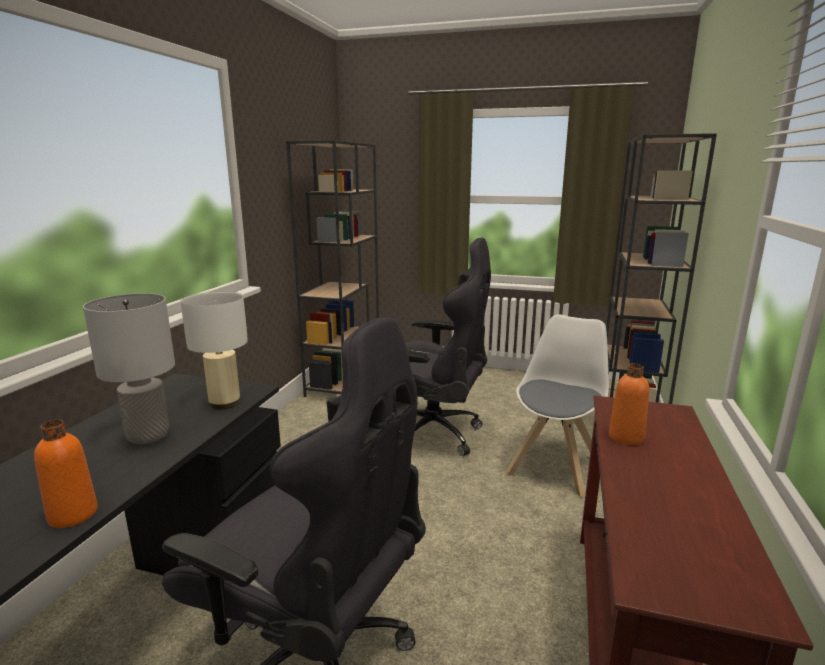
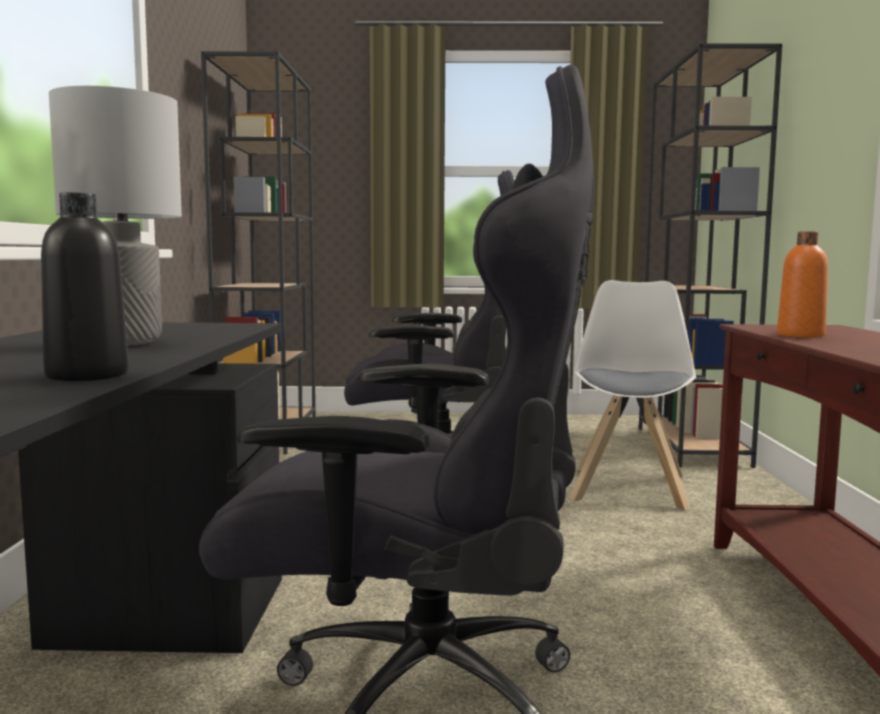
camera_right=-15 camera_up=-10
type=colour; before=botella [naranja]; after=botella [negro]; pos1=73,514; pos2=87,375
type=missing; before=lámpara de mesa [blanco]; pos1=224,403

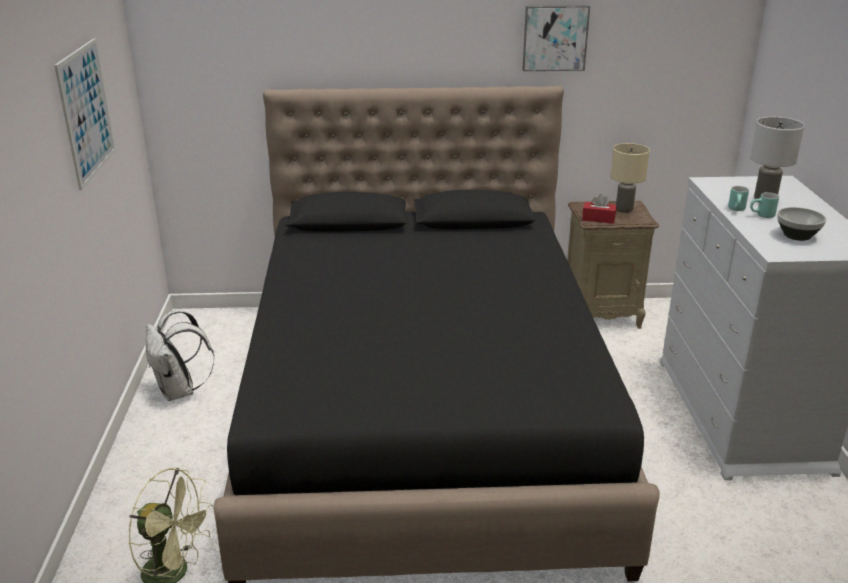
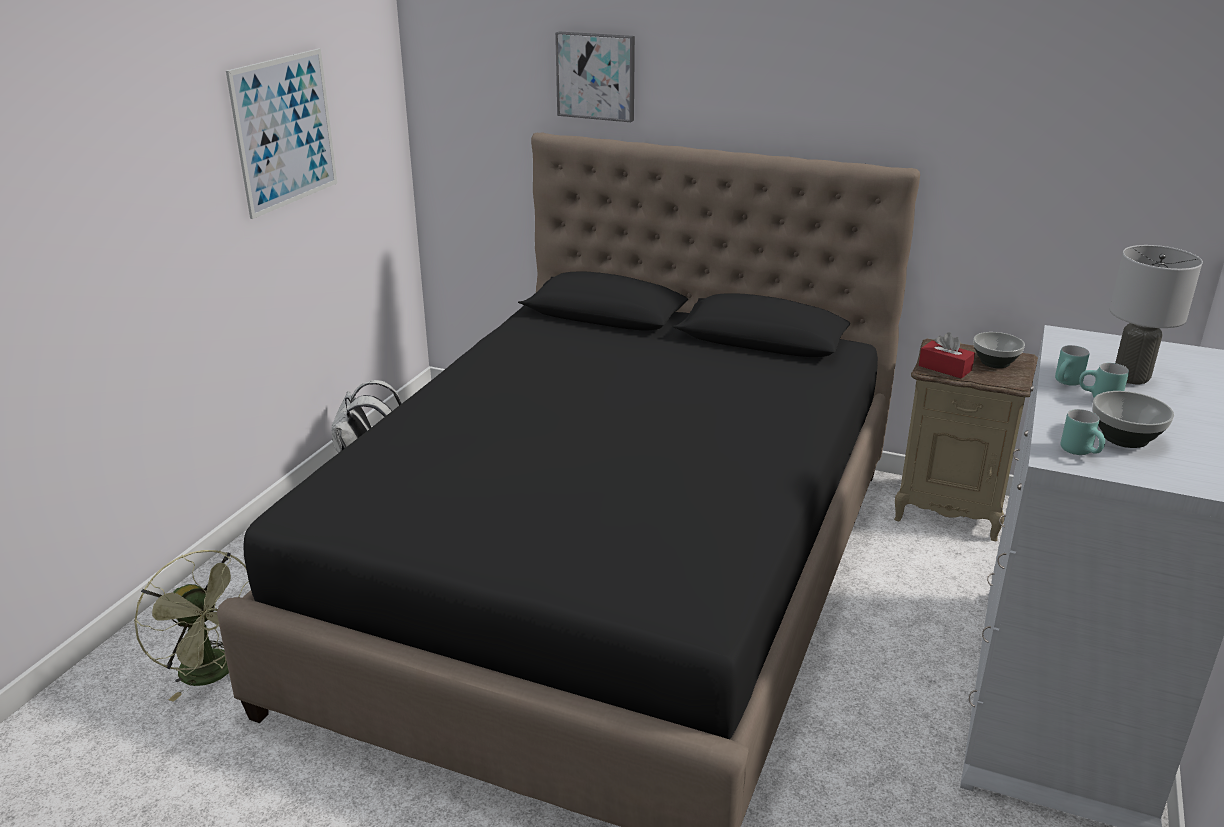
camera_right=25 camera_up=0
type=relocated; before=cuadro; pos1=555,38; pos2=596,76
type=exchanged; before=lámpara de mesa [beis]; after=cuenco; pos1=623,210; pos2=994,362
type=appeared; after=taza grande [turquesa]; pos2=1082,452

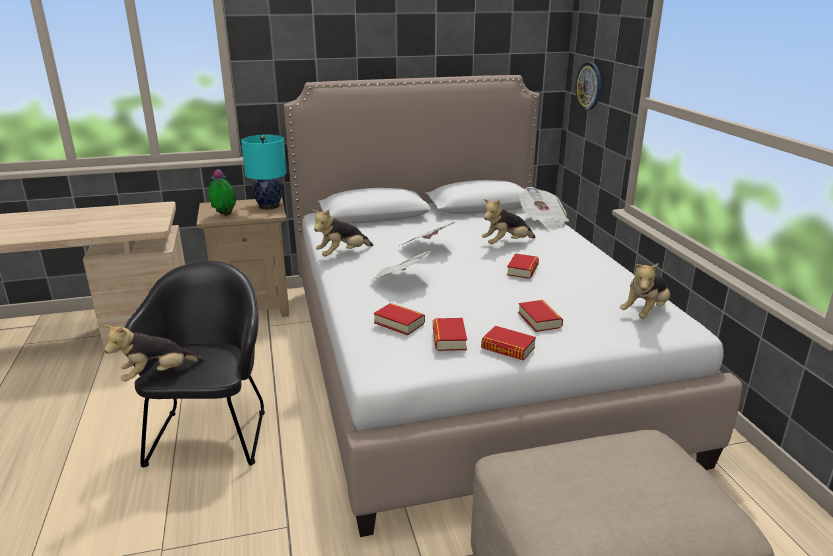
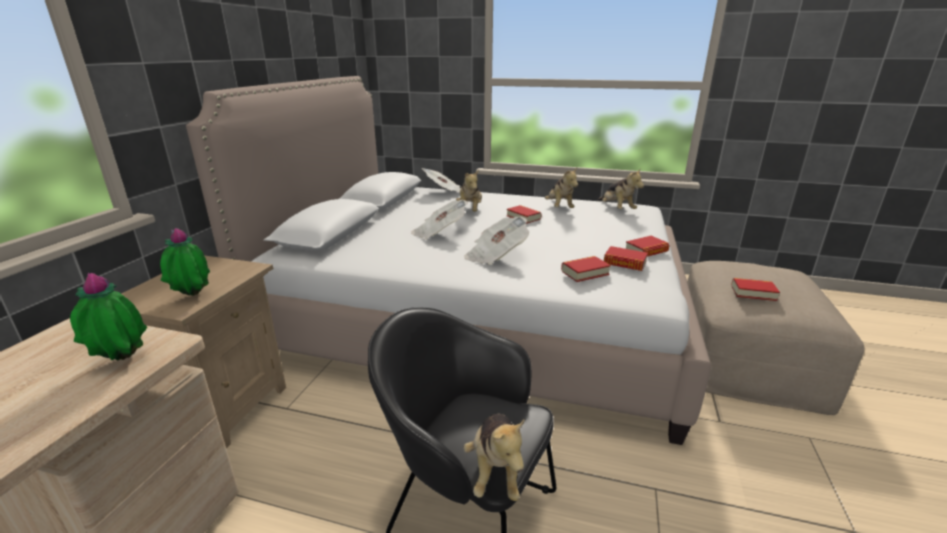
camera_right=-60 camera_up=0
type=missing; before=lámpara de mesa [turquesa]; pos1=269,206
type=relocated; before=peluche; pos1=342,254; pos2=559,207
type=relocated; before=libro; pos1=539,320; pos2=753,293
type=missing; before=reloj de pared; pos1=589,86
type=appeared; after=planta en maceta; pos2=122,362

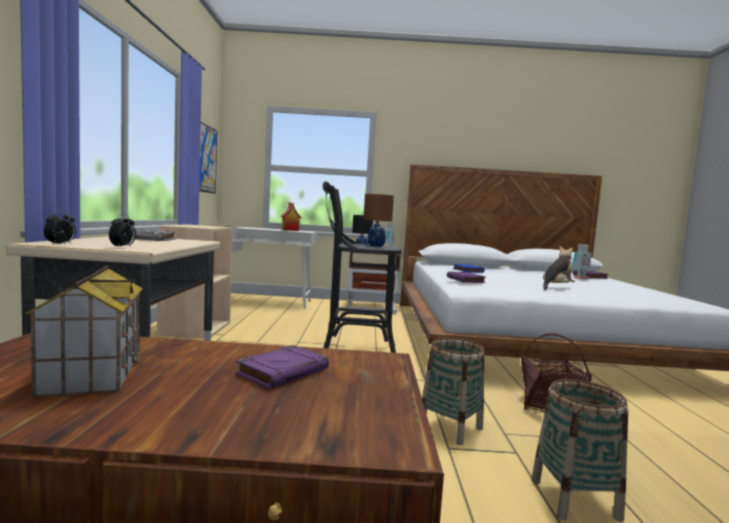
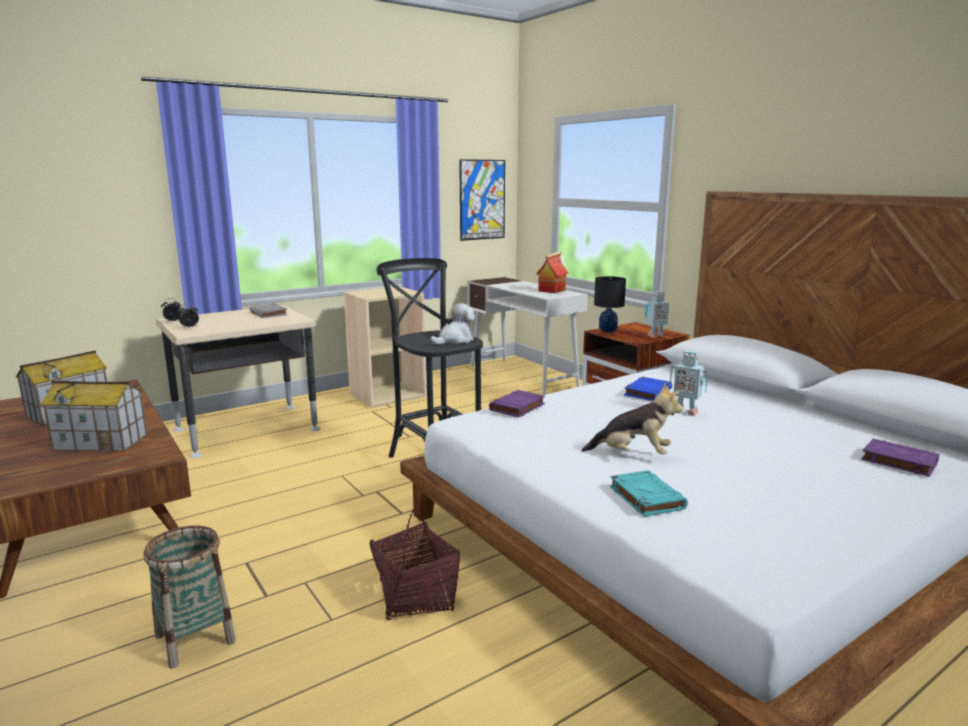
camera_right=55 camera_up=10
type=exchanged; before=libro [morado]; after=casita; pos1=283,372; pos2=102,442
type=exchanged; before=lámpara de mesa [marrón]; after=peluche; pos1=375,246; pos2=455,340
type=missing; before=cesta; pos1=450,428
type=relocated; before=robot de juguete; pos1=579,278; pos2=685,411
type=appeared; after=libro [turquesa]; pos2=645,497

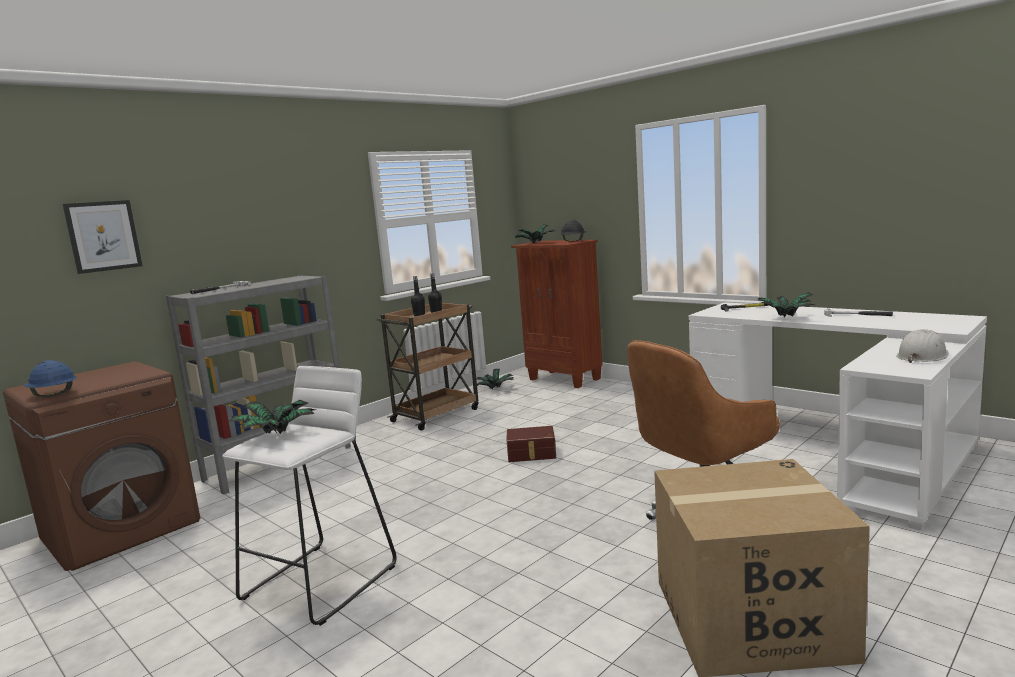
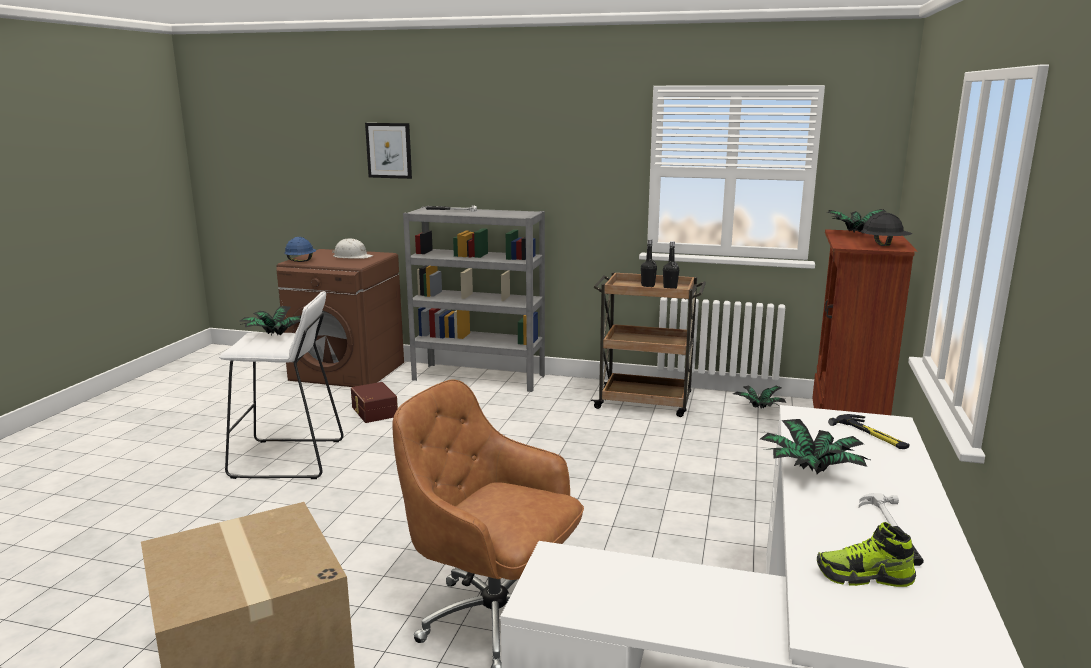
camera_right=60 camera_up=5
type=relocated; before=caja de almacenaje [marrón]; pos1=532,454; pos2=373,412
type=relocated; before=casco [blanco]; pos1=922,356; pos2=352,257
type=appeared; after=zapato; pos2=864,577

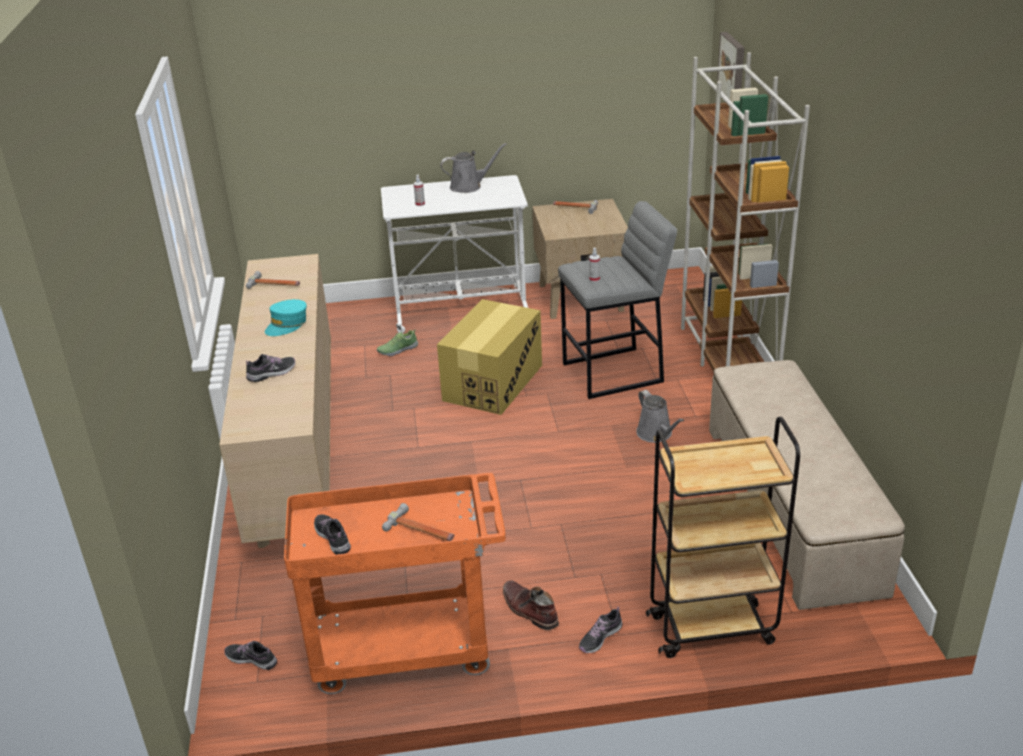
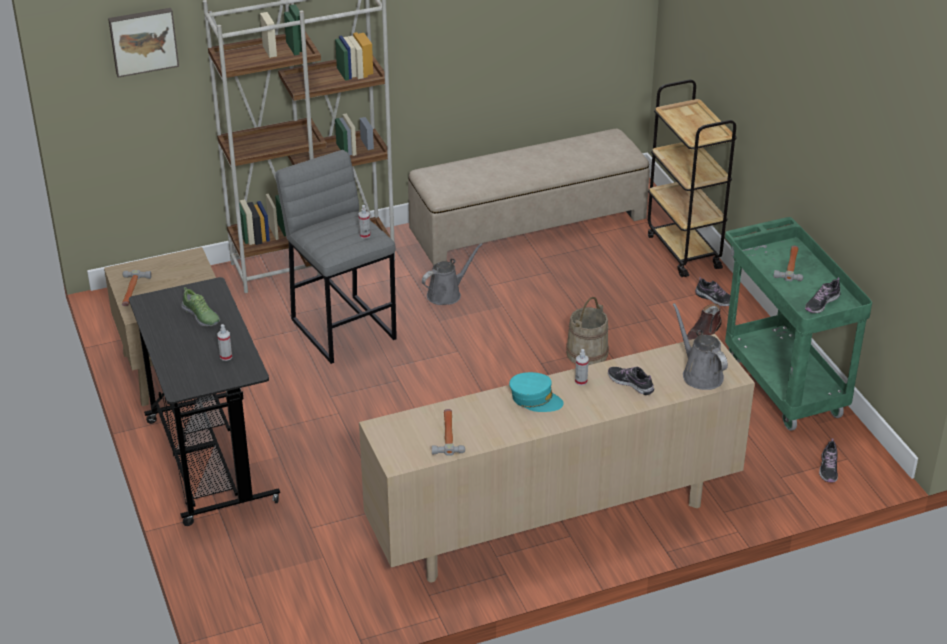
camera_right=-105 camera_up=5
type=colour; before=carrito [naranja]; after=carrito [verde]; pos1=411,657; pos2=780,384
type=relocated; before=zapato; pos1=397,350; pos2=201,316
type=colour; before=escritorio [blanco]; after=escritorio [negro]; pos1=461,309; pos2=211,461
type=missing; before=caja de cartón; pos1=493,382
type=relocated; before=regadera [gris]; pos1=469,186; pos2=700,374
type=appeared; after=cubo [beis]; pos2=587,353
type=appeared; after=pulverizador; pos2=581,381

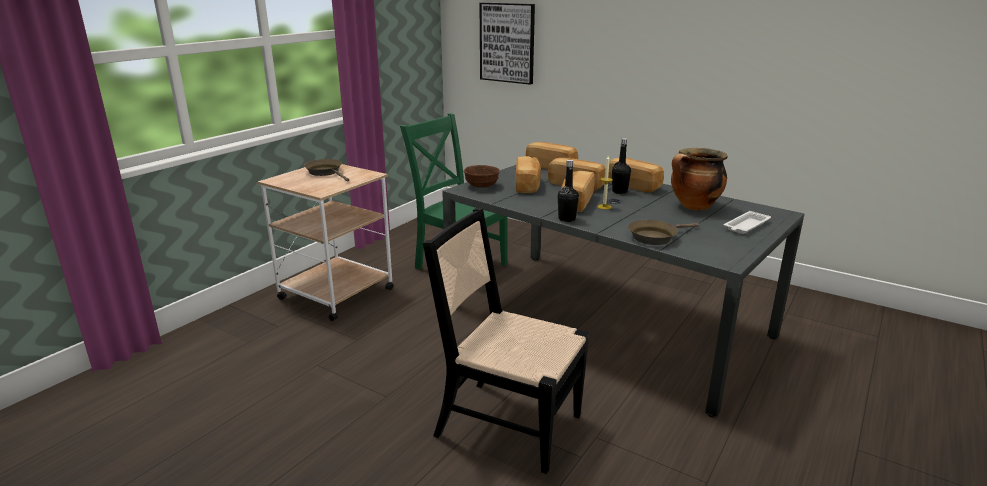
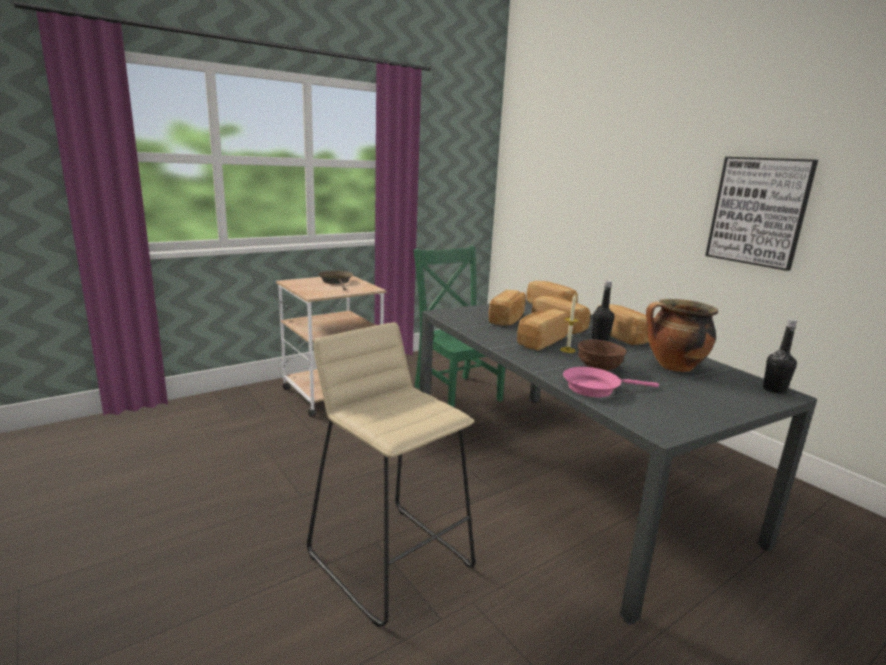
camera_right=20 camera_up=-5
type=exchanged; before=silla; after=taburete [beis]; pos1=508,425; pos2=390,559
type=relocated; before=cuenco [marrón]; pos1=481,186; pos2=598,368
type=relocated; before=cuadro; pos1=507,43; pos2=758,211
type=relocated; before=botella [negro]; pos1=567,219; pos2=774,390
type=colour; before=sartén [marrón]; after=sartén [rosa]; pos1=655,237; pos2=595,388
type=missing; before=bandeja [blanco]; pos1=746,226

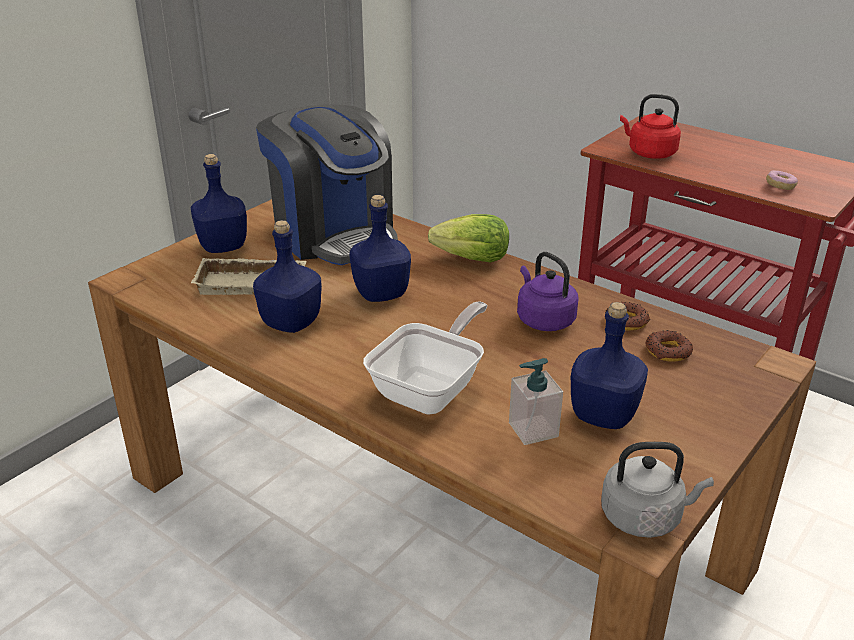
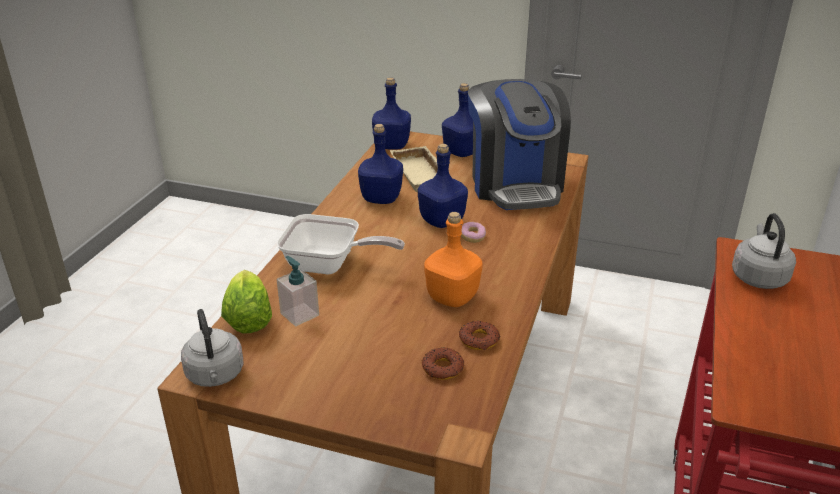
camera_right=70 camera_up=0
type=spun; before=cafetera; pos1=334,234; pos2=515,184; turn=-45
type=relocated; before=lechuga; pos1=473,259; pos2=248,320
type=exchanged; before=hervidor [morado]; after=botella [naranja]; pos1=543,319; pos2=453,297
type=relocated; before=botella [azul]; pos1=602,415; pos2=392,145
type=colour; before=hervidor [rojo]; after=hervidor [gris]; pos1=649,153; pos2=758,276
type=relocated; before=rosquilla; pos1=780,186; pos2=472,237

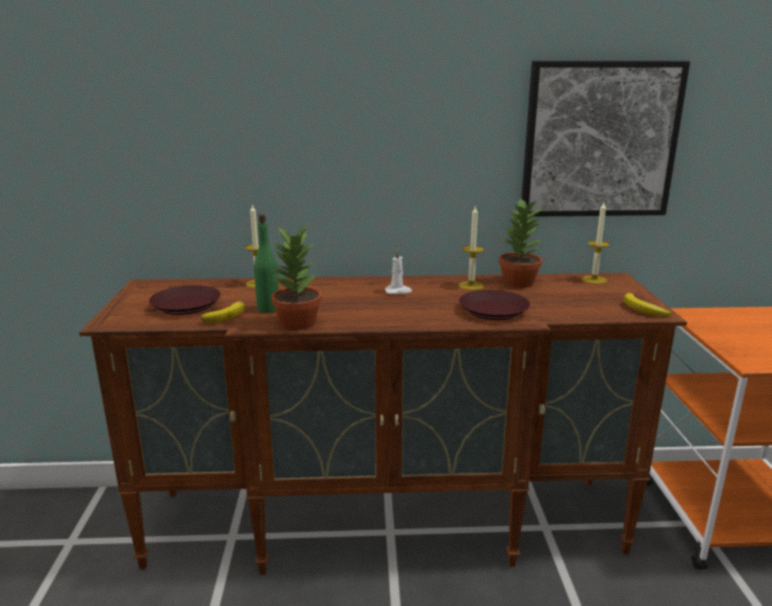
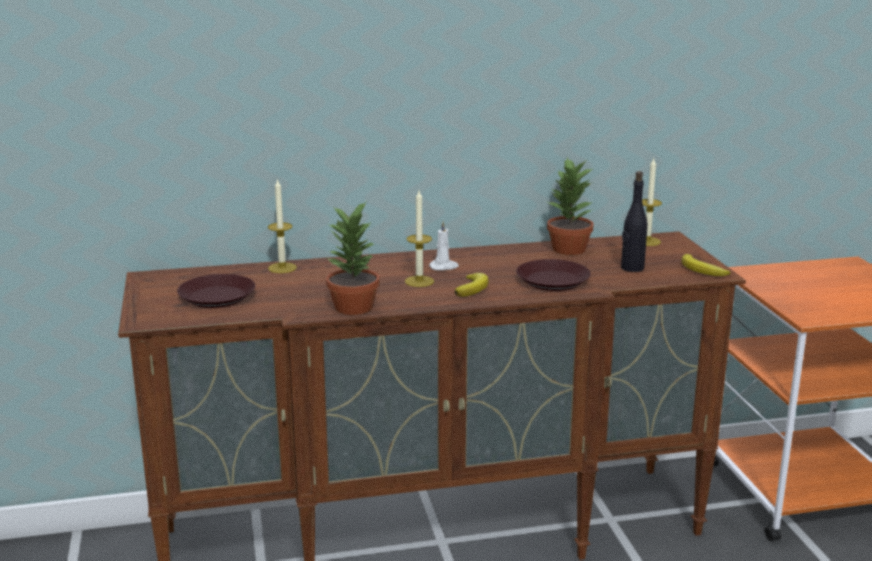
camera_right=-10 camera_up=0
type=relocated; before=plátano; pos1=227,316; pos2=472,288
type=missing; before=botella [verde]; pos1=268,308
type=relocated; before=vela; pos1=471,286; pos2=419,281
type=missing; before=cuadro; pos1=599,140
type=appeared; after=botella [negro]; pos2=632,268

